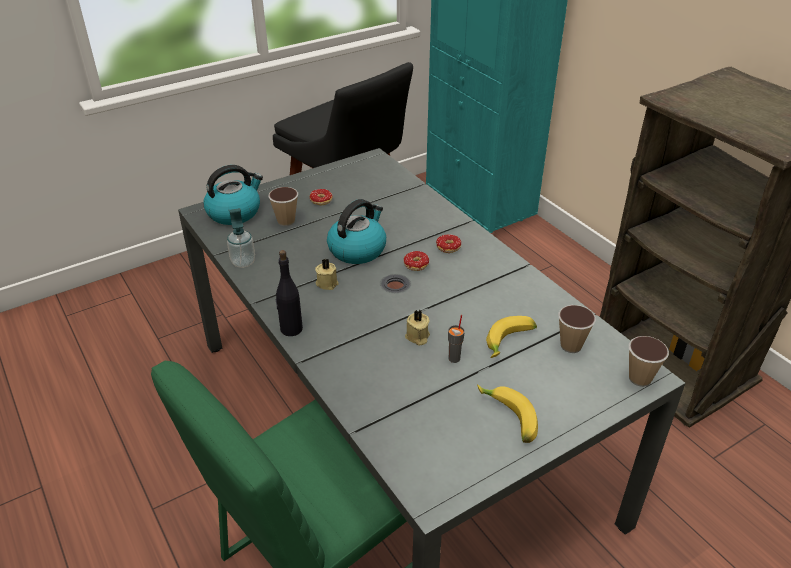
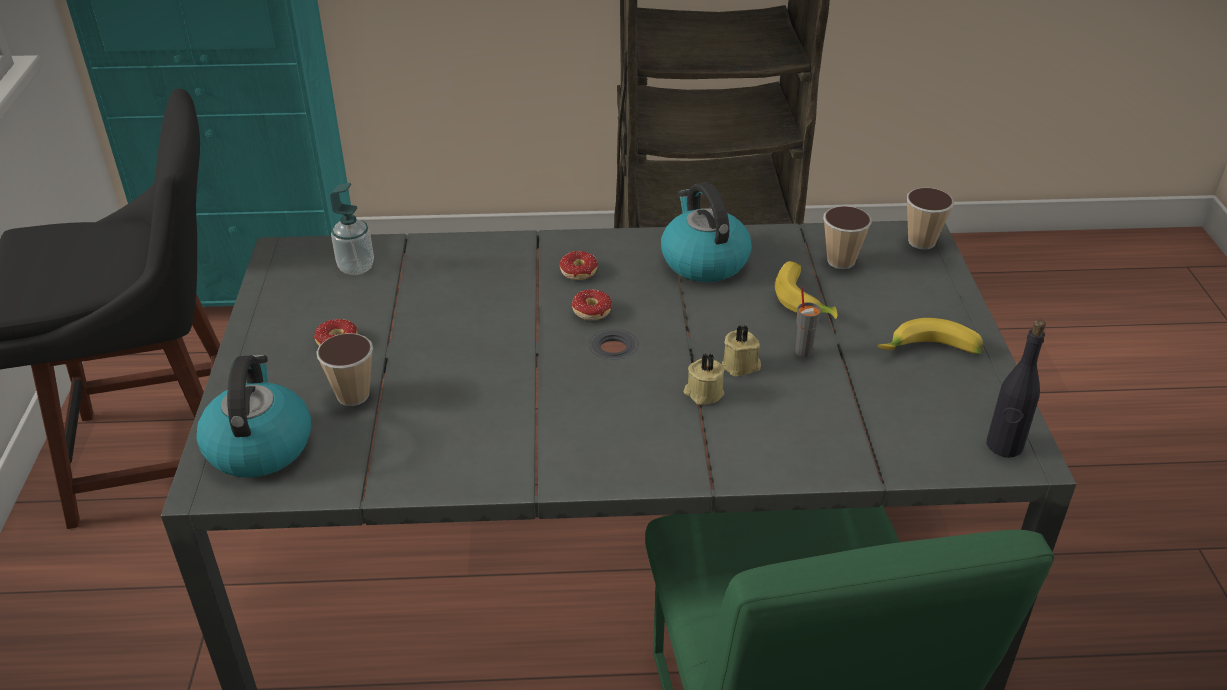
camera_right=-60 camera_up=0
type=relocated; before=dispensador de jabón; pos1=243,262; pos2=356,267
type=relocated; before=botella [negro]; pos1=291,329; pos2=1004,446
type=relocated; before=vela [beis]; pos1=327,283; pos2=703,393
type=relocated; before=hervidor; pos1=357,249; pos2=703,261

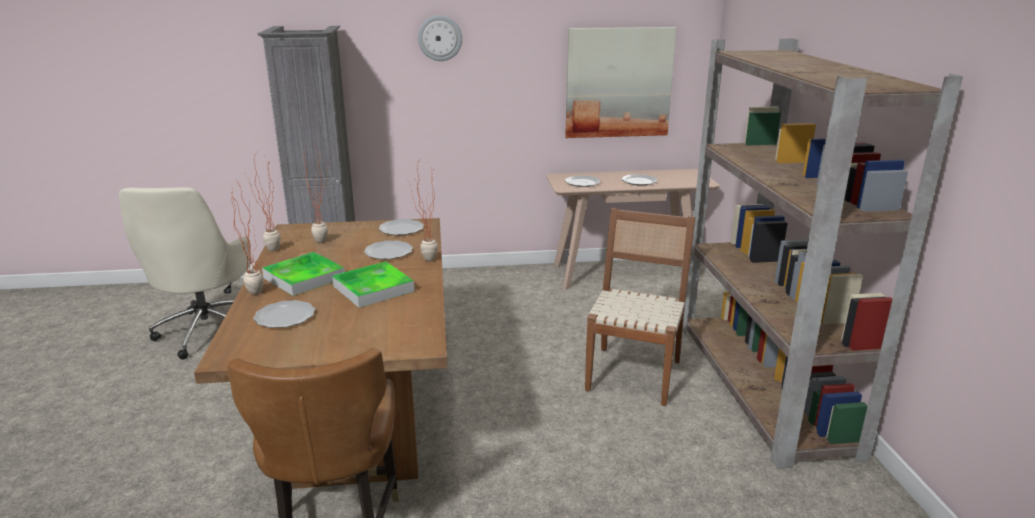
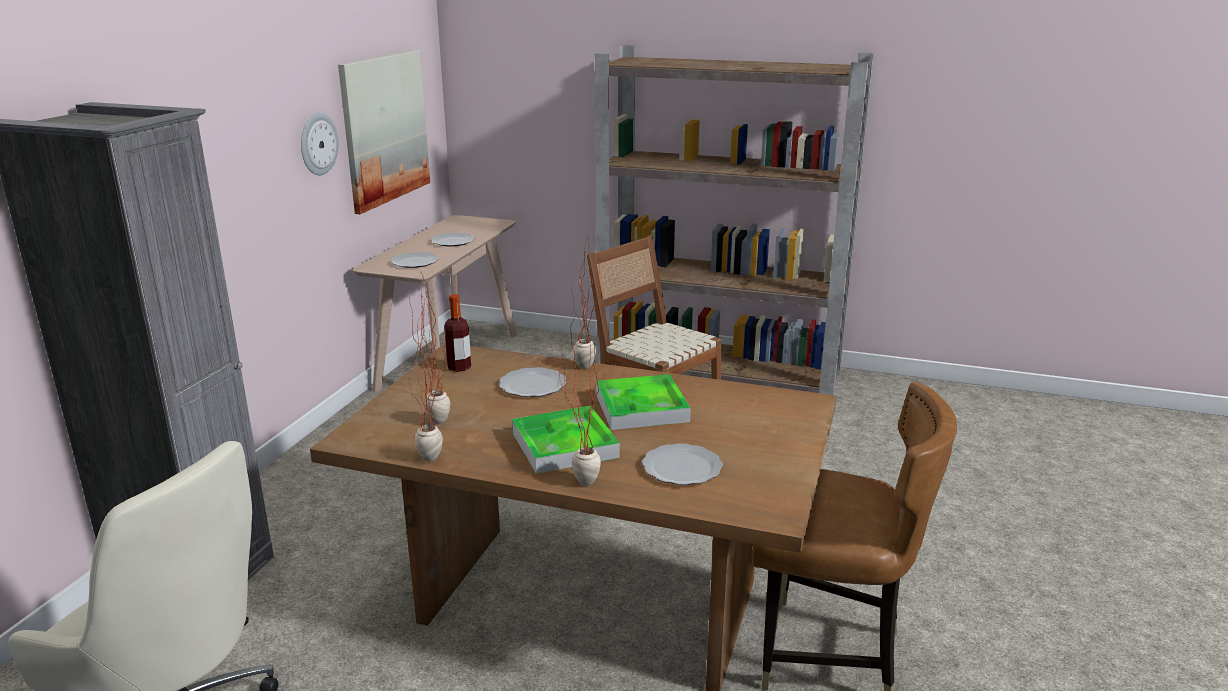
camera_right=-65 camera_up=0
type=exchanged; before=plato; after=botella; pos1=402,229; pos2=459,367
type=relocated; before=reloj de pared; pos1=440,38; pos2=318,144

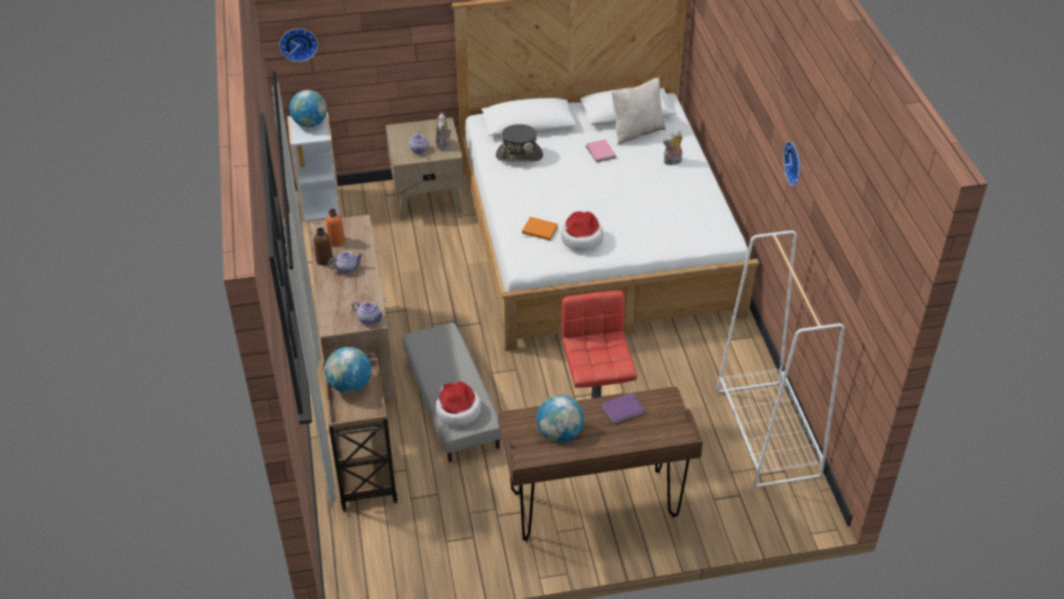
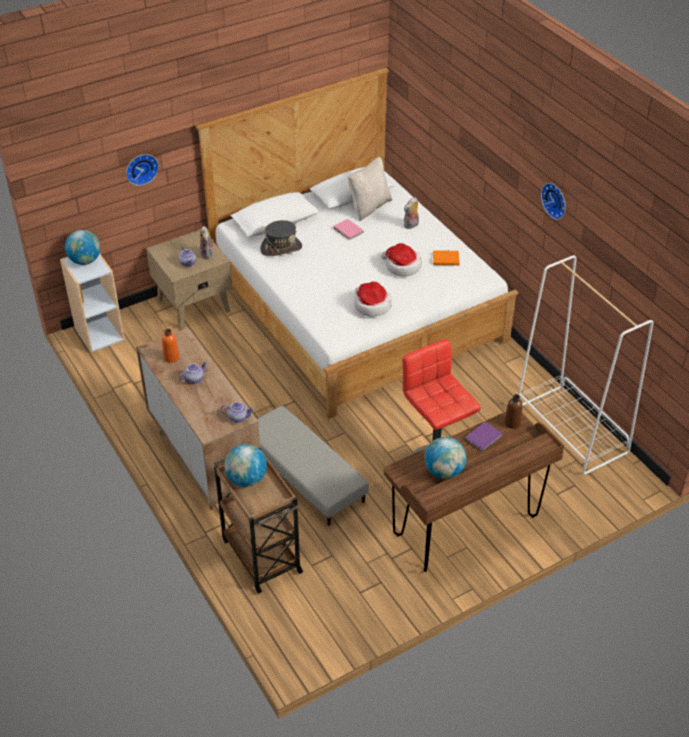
camera_right=-20 camera_up=0
type=relocated; before=reloj de pared; pos1=298,43; pos2=141,168
type=relocated; before=botella [marrón]; pos1=324,260; pos2=512,423
type=relocated; before=sombrero; pos1=457,410; pos2=402,266
type=relocated; before=libro [naranja]; pos1=539,229; pos2=445,258

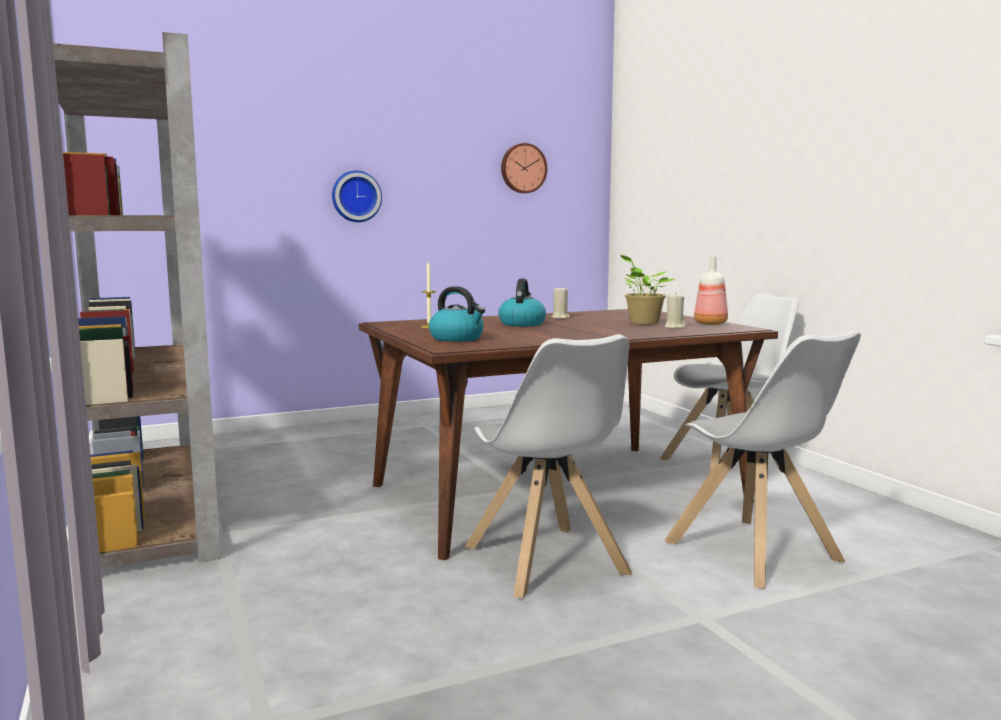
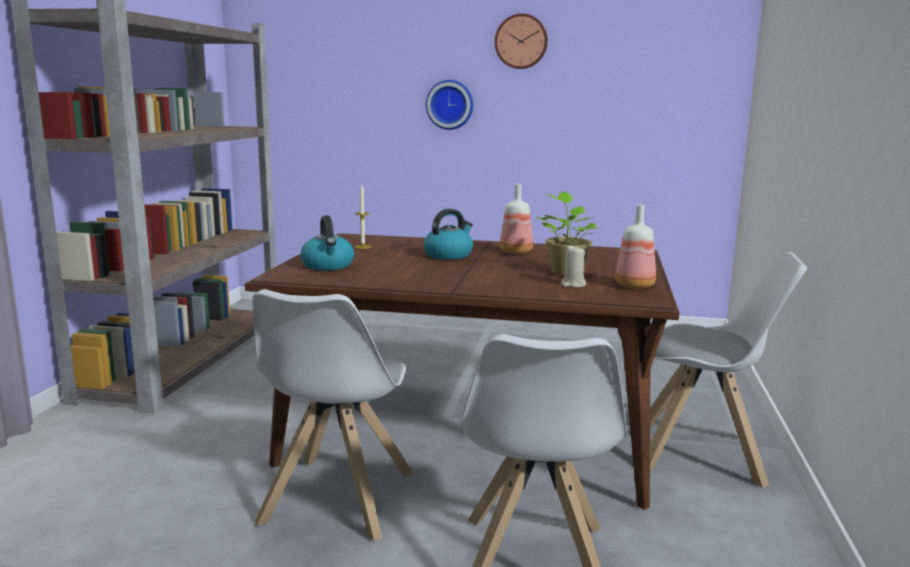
camera_right=35 camera_up=5
type=relocated; before=reloj de pared; pos1=523,168; pos2=521,41
type=exchanged; before=vela [beis]; after=botella; pos1=560,317; pos2=515,251

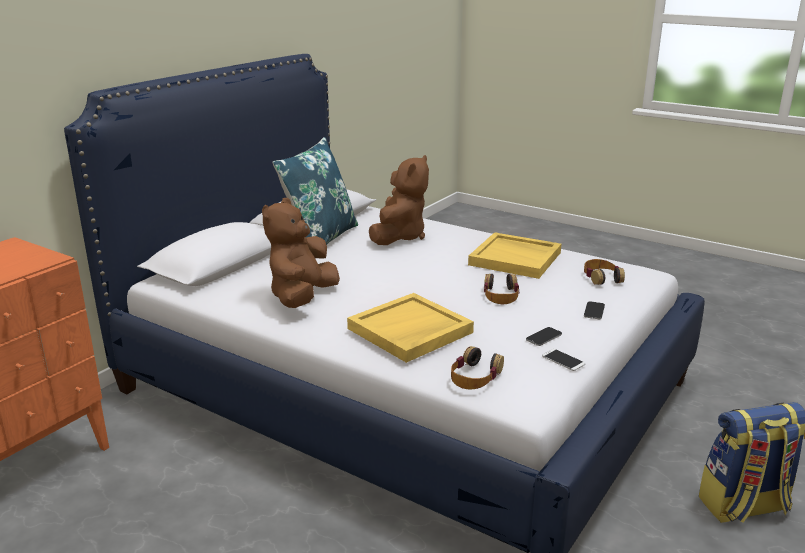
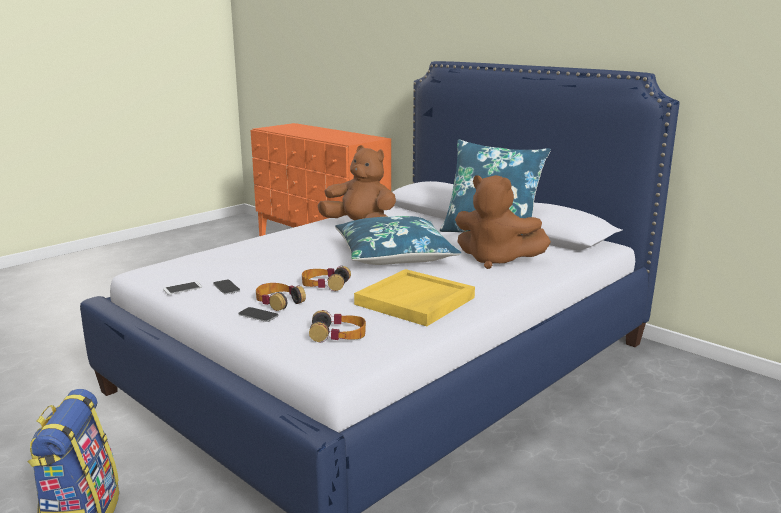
camera_right=100 camera_up=-5
type=missing; before=bandeja [amarillo]; pos1=410,331
type=relocated; before=auriculares; pos1=475,376; pos2=278,302
type=appeared; after=cojín [azul]; pos2=394,255

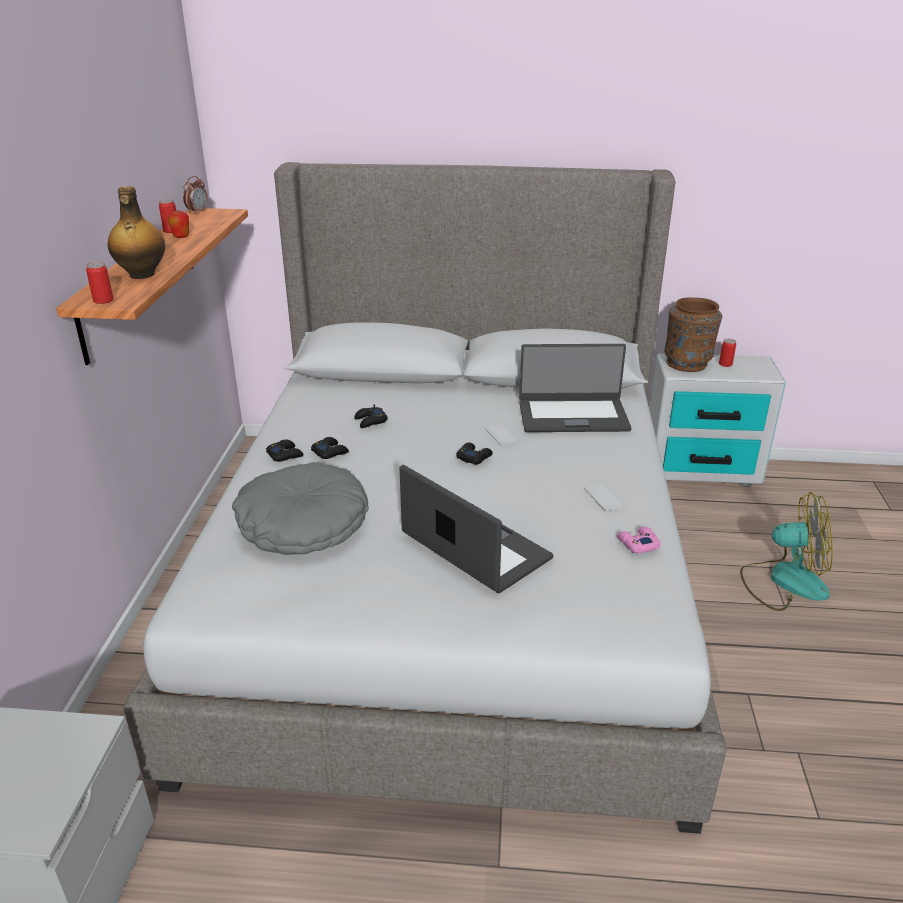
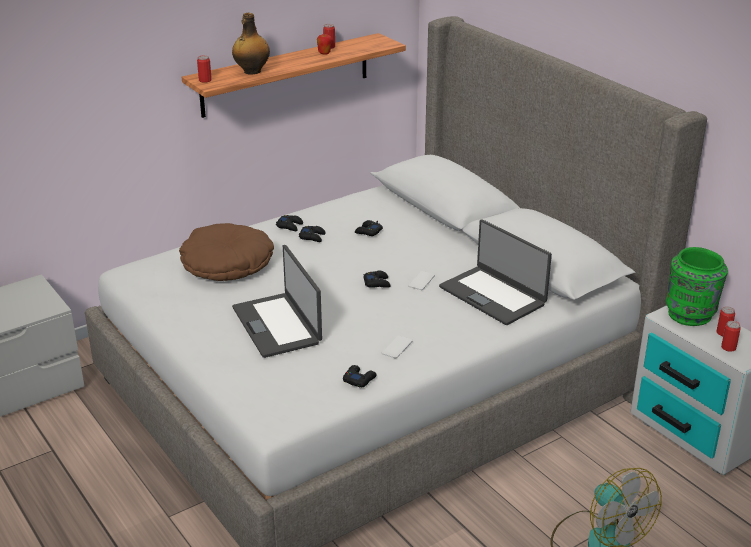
camera_right=50 camera_up=0
type=missing; before=despertador; pos1=197,212
type=colour; before=cojín [gris]; after=cojín [marrón]; pos1=303,527; pos2=225,265
type=spun; before=portátil; pos1=474,547; pos2=277,325; turn=150
type=colour; before=mando de consola [rosa]; after=mando de consola [negro]; pos1=637,544; pos2=359,379
type=colour; before=florero [marrón]; after=florero [verde]; pos1=687,363; pos2=690,315
type=appeared; after=lata; pos2=728,347

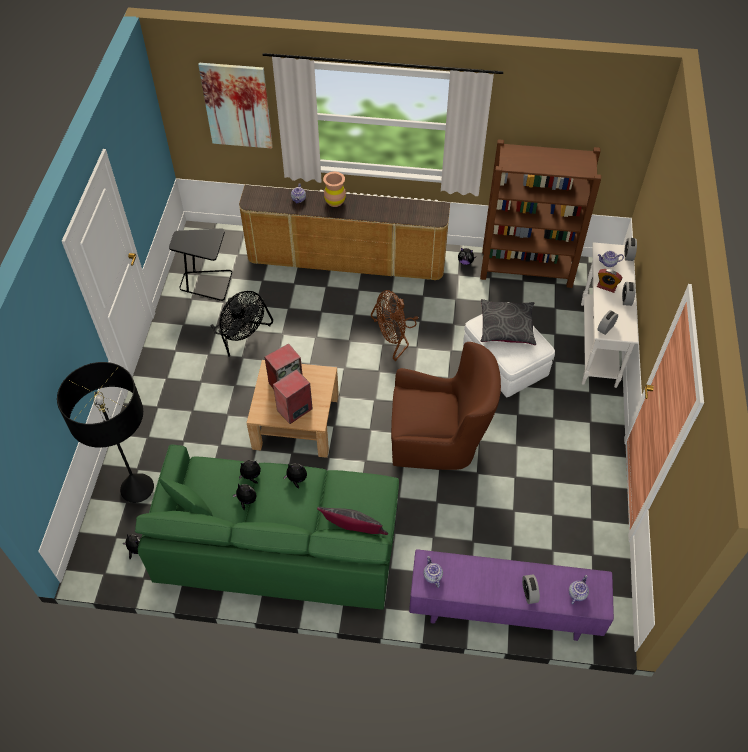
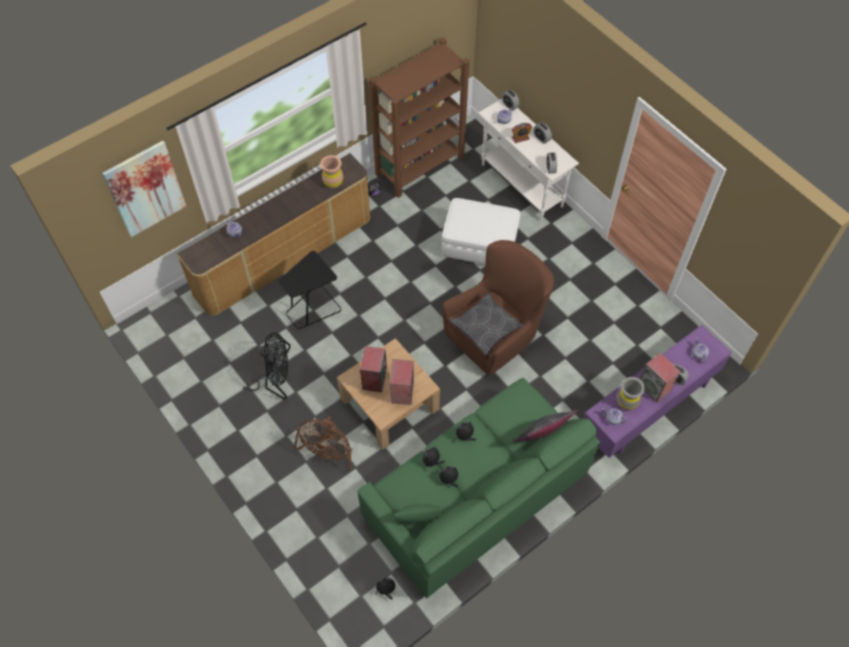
camera_right=-45 camera_up=5
type=missing; before=lámpara de pie [negro]; pos1=138,490
type=relocated; before=mesa auxiliar [negro]; pos1=206,284; pos2=312,308
type=relocated; before=florero [marrón]; pos1=335,201; pos2=333,182
type=relocated; before=ventilador [marrón]; pos1=394,335; pos2=327,448
type=relocated; before=cojín [gris]; pos1=507,327; pos2=486,327
type=appeared; after=florero [gris]; pos2=627,402
type=appeared; after=altavoz; pos2=654,387

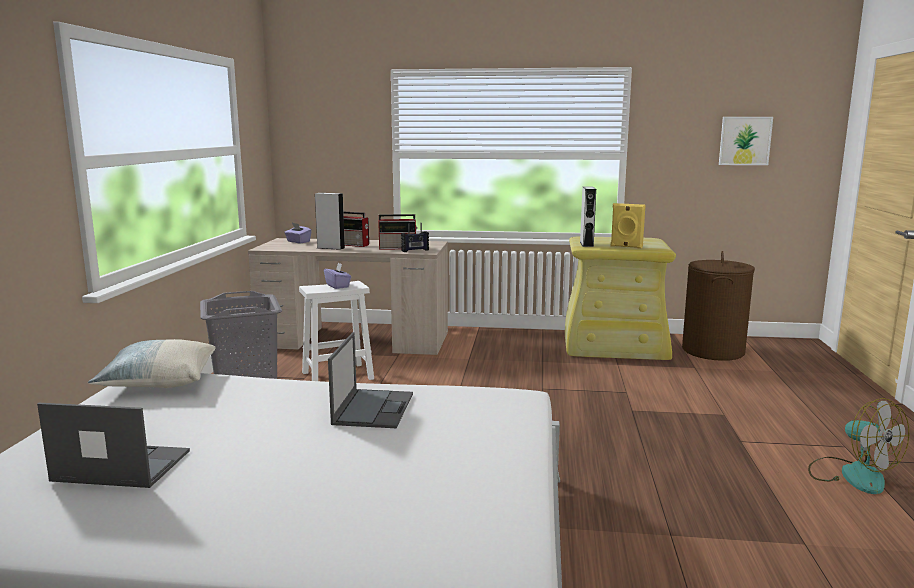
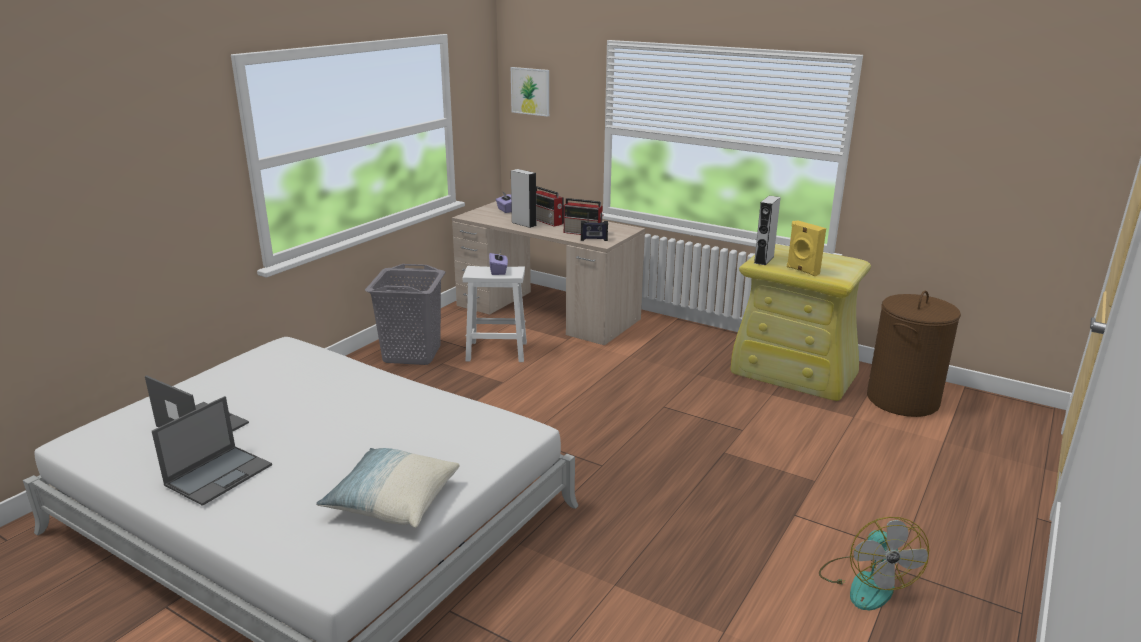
camera_right=25 camera_up=10
type=relocated; before=cojín; pos1=159,382; pos2=392,501
type=relocated; before=portátil; pos1=373,408; pos2=219,474
type=relocated; before=cuadro; pos1=745,141; pos2=530,91

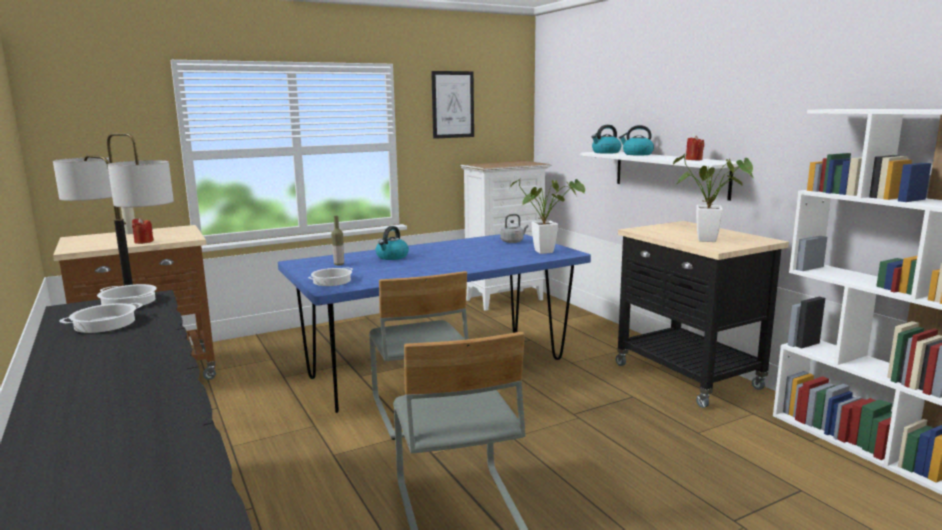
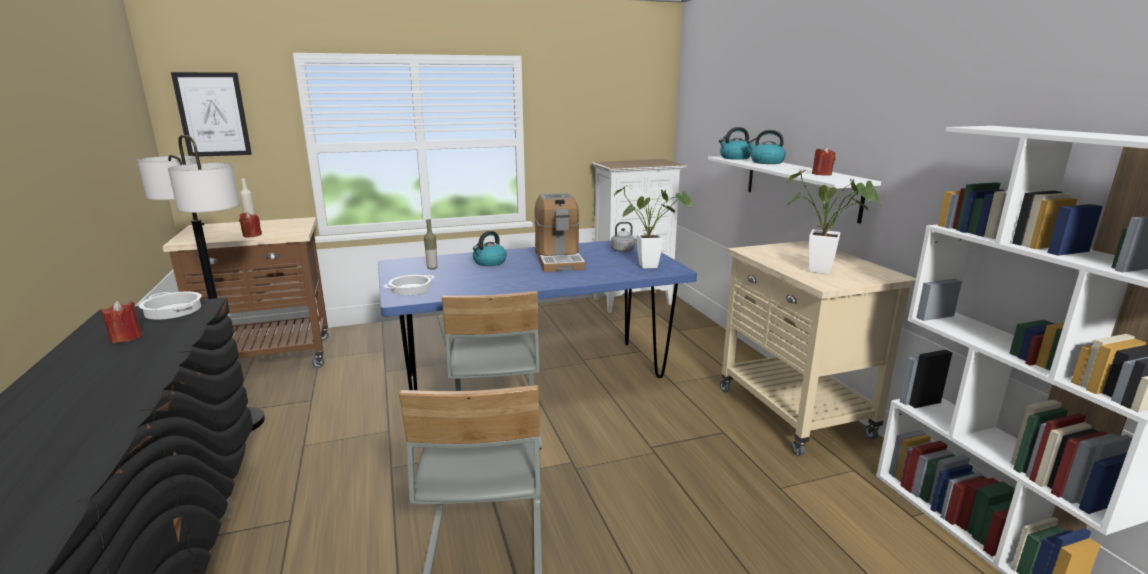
camera_right=10 camera_up=5
type=exchanged; before=olla; after=vela [rojo]; pos1=105,323; pos2=126,338
type=relocated; before=cuadro; pos1=453,104; pos2=213,114
type=colour; before=carrito [negro]; after=carrito [beis]; pos1=688,377; pos2=794,414
type=appeared; after=cafetera; pos2=559,260

